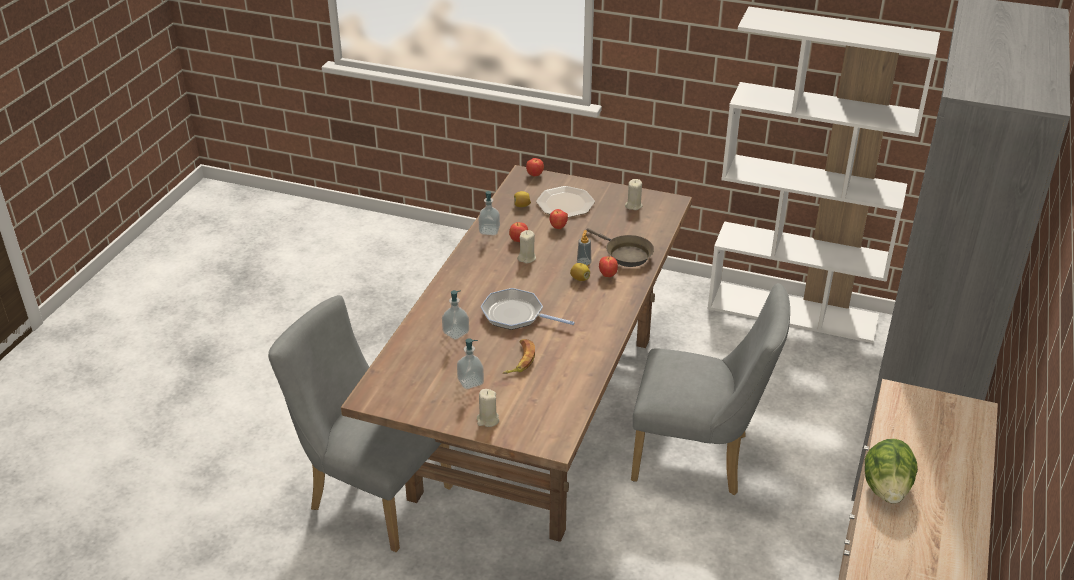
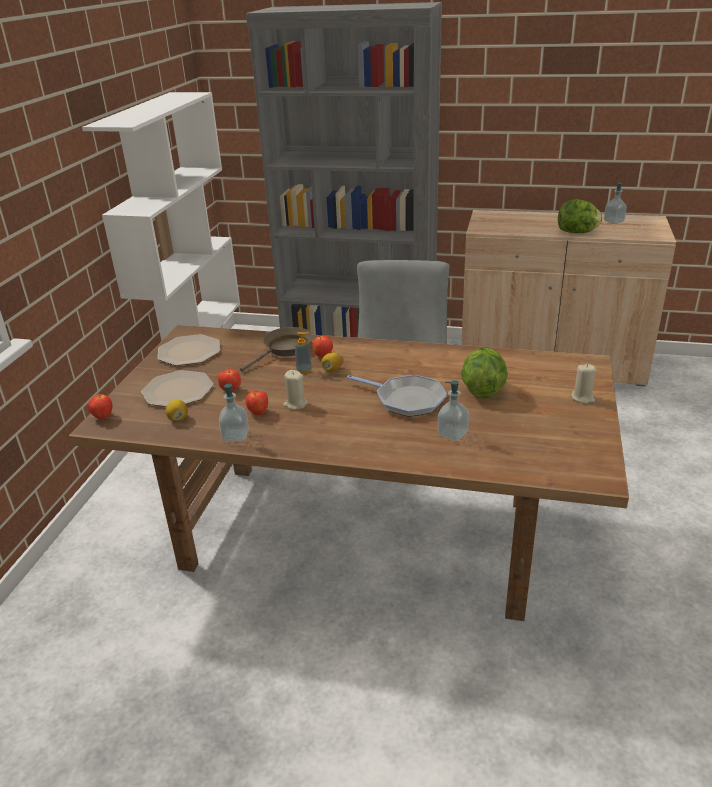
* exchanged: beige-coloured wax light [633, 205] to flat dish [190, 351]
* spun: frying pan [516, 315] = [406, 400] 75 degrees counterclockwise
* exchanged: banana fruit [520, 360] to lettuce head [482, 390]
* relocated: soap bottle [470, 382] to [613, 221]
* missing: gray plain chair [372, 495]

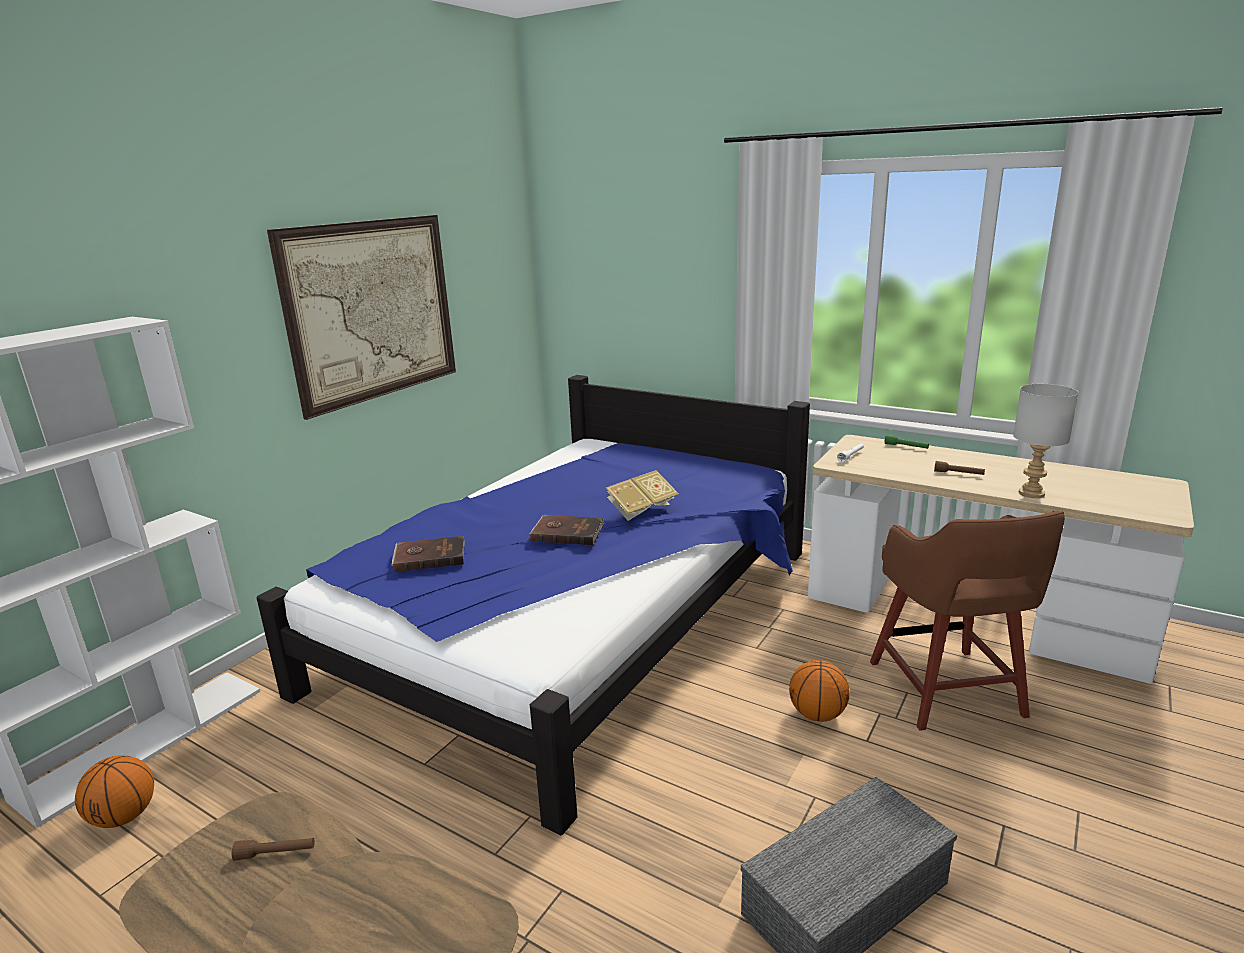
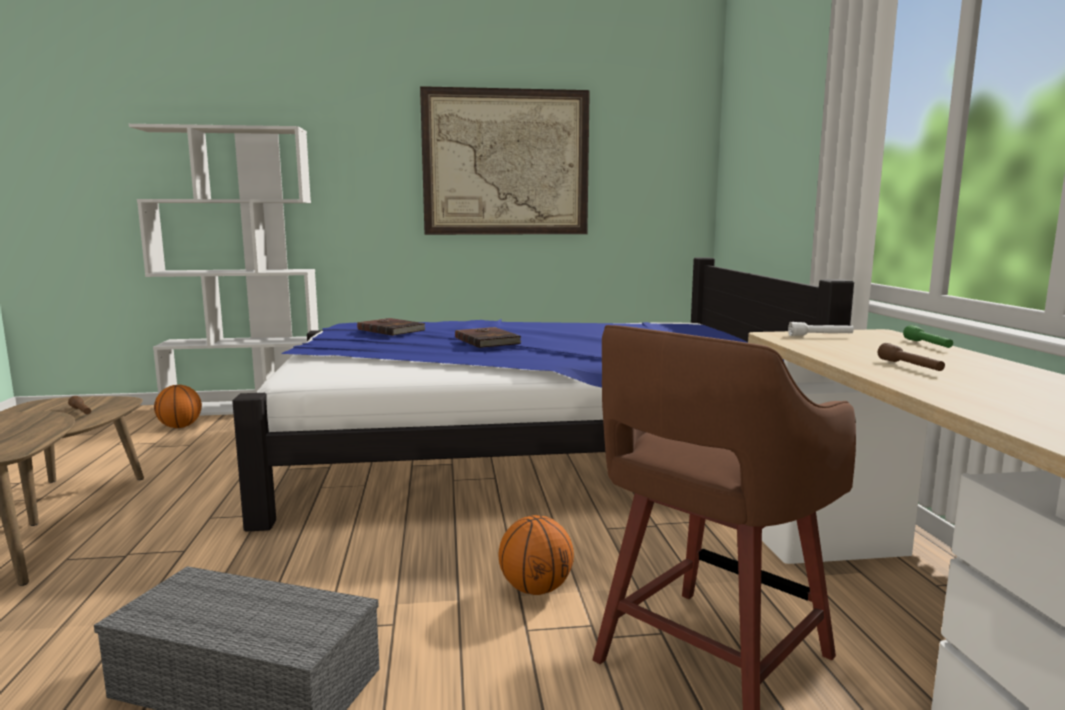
* missing: volume [641, 509]
* missing: gray table lamp [1030, 493]

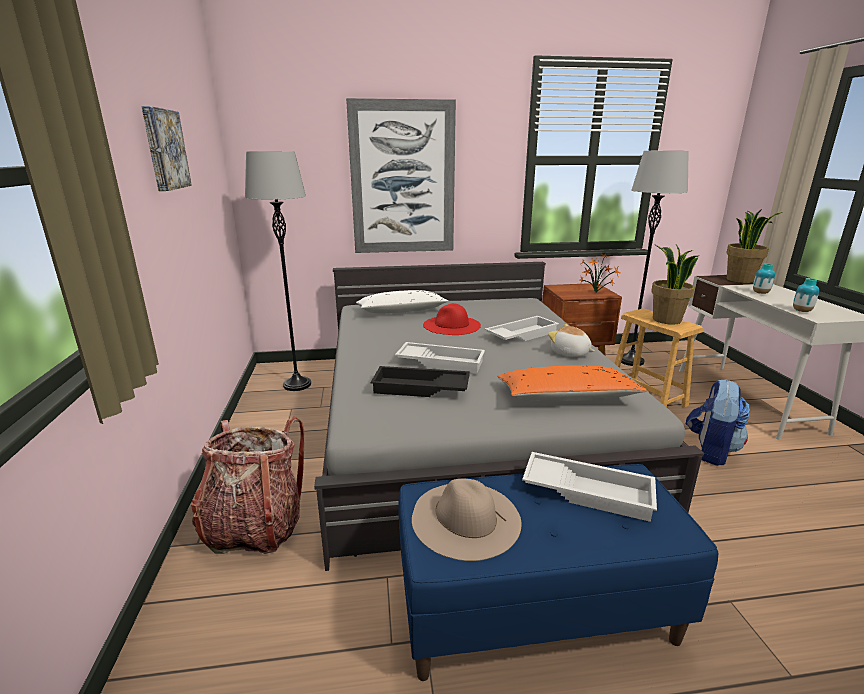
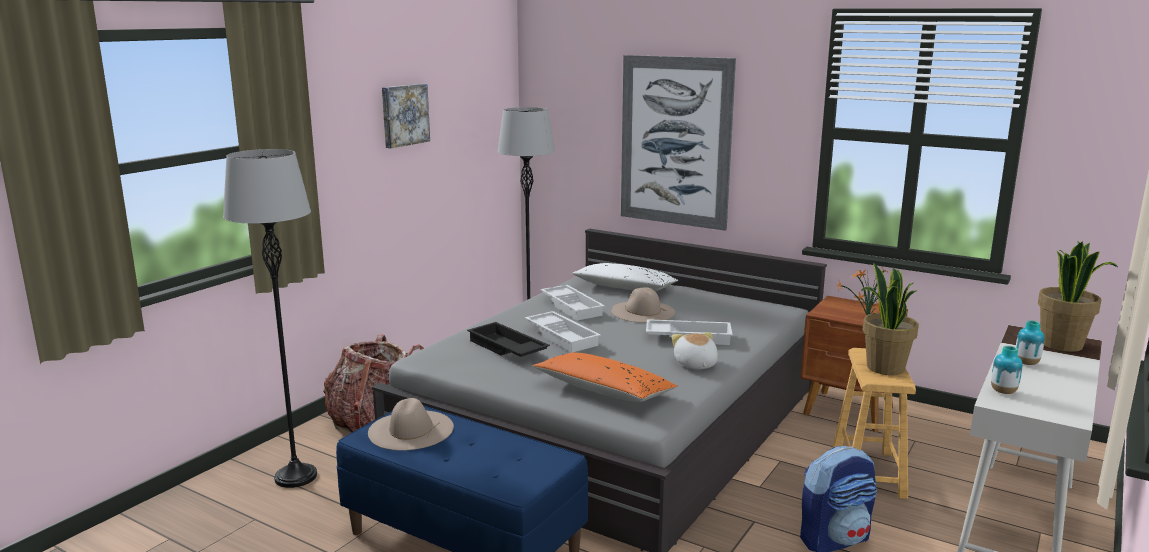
* relocated: gray floor lamp [630, 361] to [296, 477]
* relocated: white serving tray [588, 491] to [573, 307]
* colour: reddish clothing hat [451, 325] to beige-coloured clothing hat [642, 311]

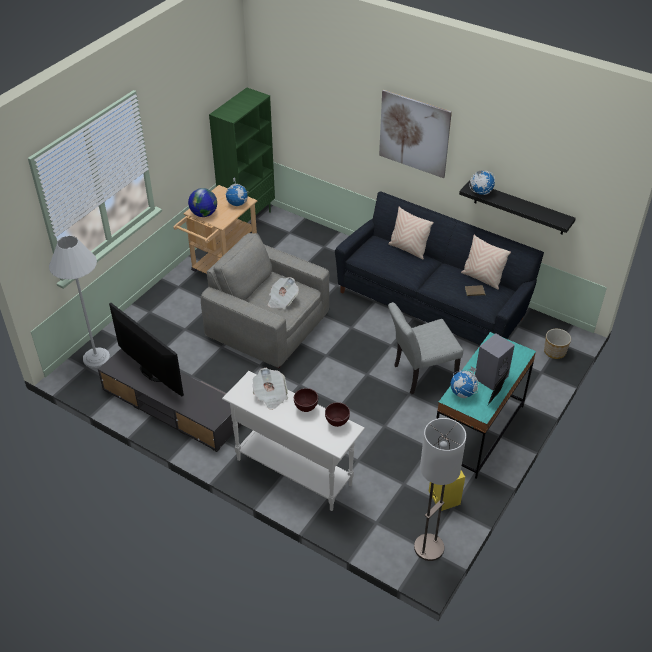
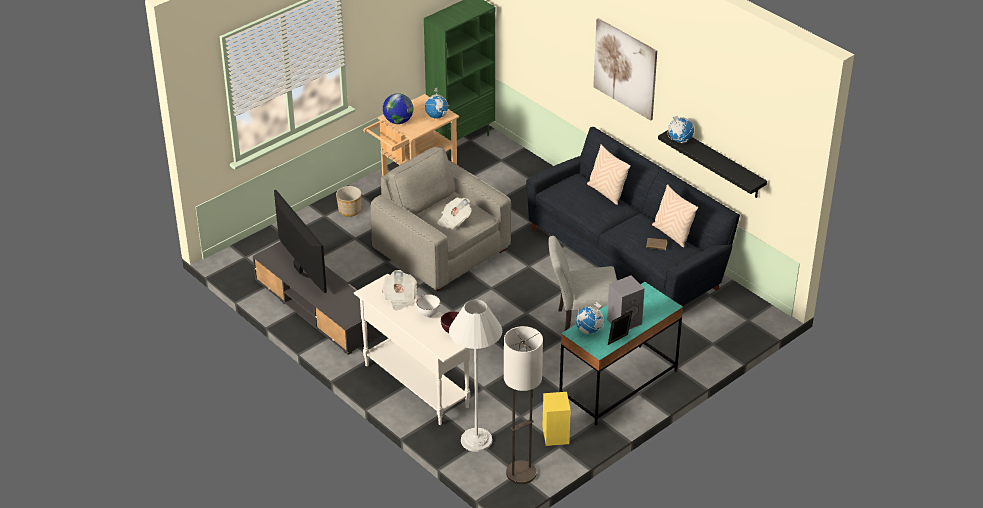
* relocated: flower pot [555, 352] to [350, 210]
* colour: brown-coloured bowl [306, 408] to white bowl [429, 315]
* relocated: white floor lamp [96, 358] to [476, 440]

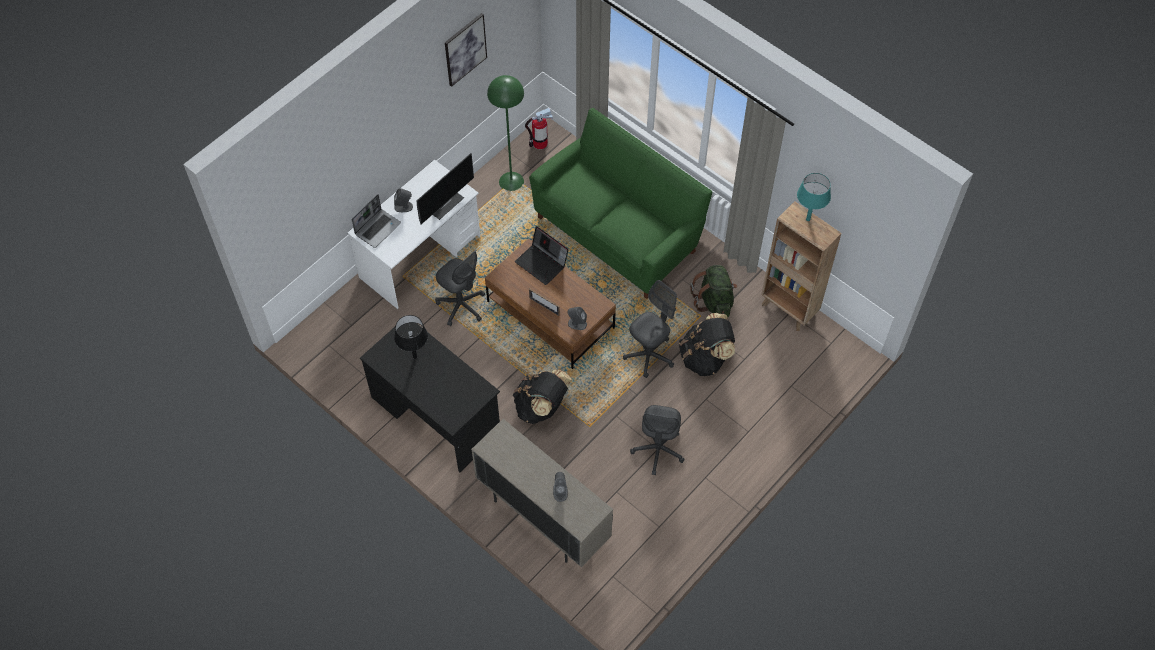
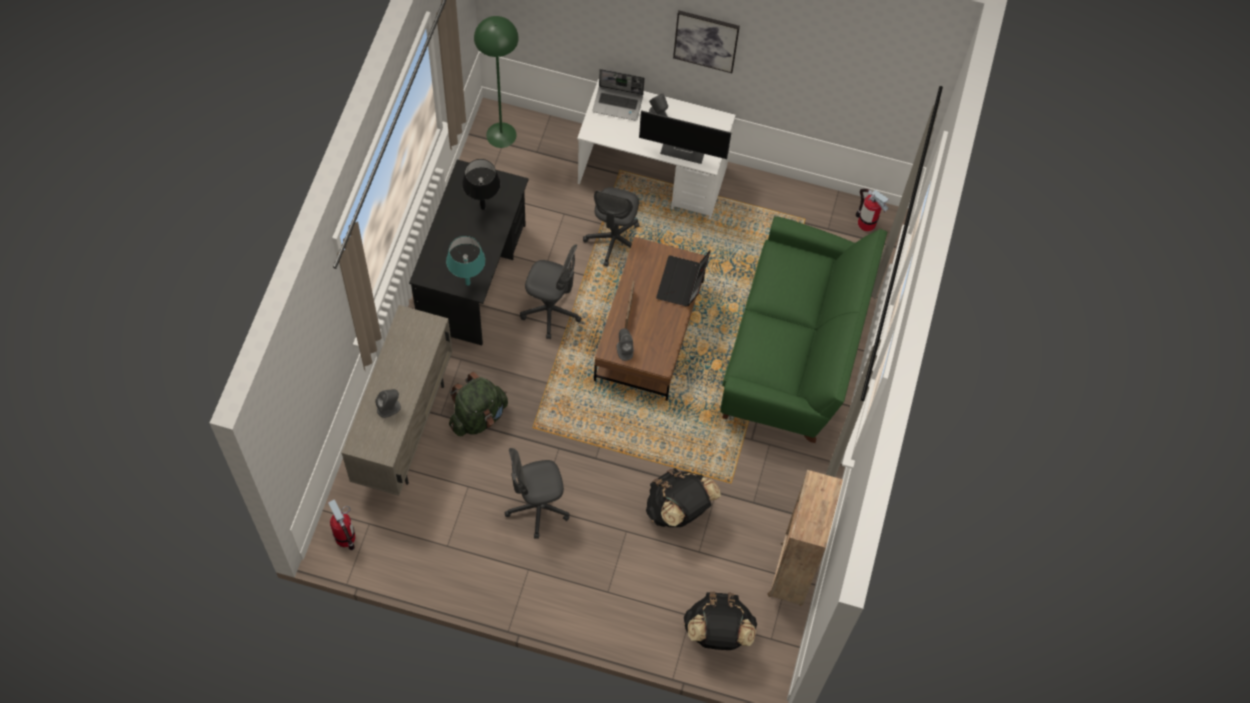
* appeared: fire-fighting cylinder [345, 537]
* relocated: turquoise-coloured table lamp [808, 219] to [468, 283]
* relocated: greenish rucksack [714, 302] to [478, 416]
* relocated: greenish floor lamp [511, 181] to [501, 134]
* relocated: gray office chair [649, 355] to [551, 311]
* relocated: wall picture [465, 49] to [706, 40]
* relocated: blackish rucksack [541, 407] to [717, 632]

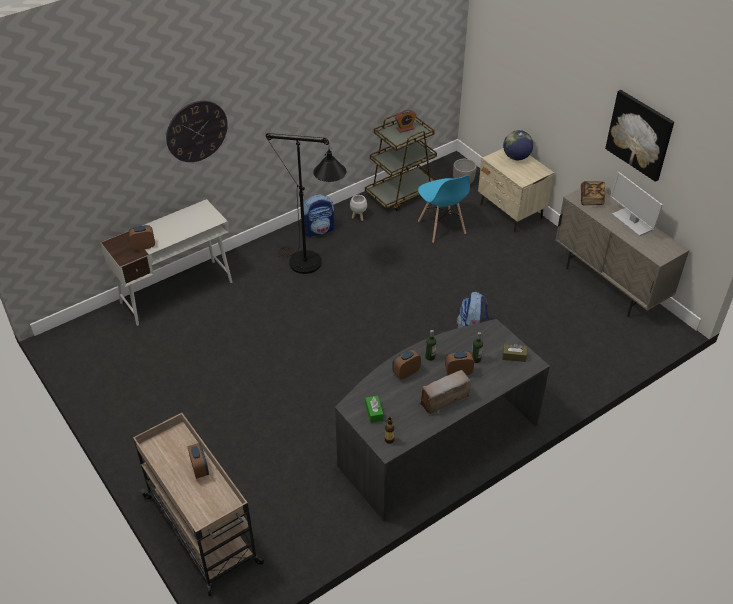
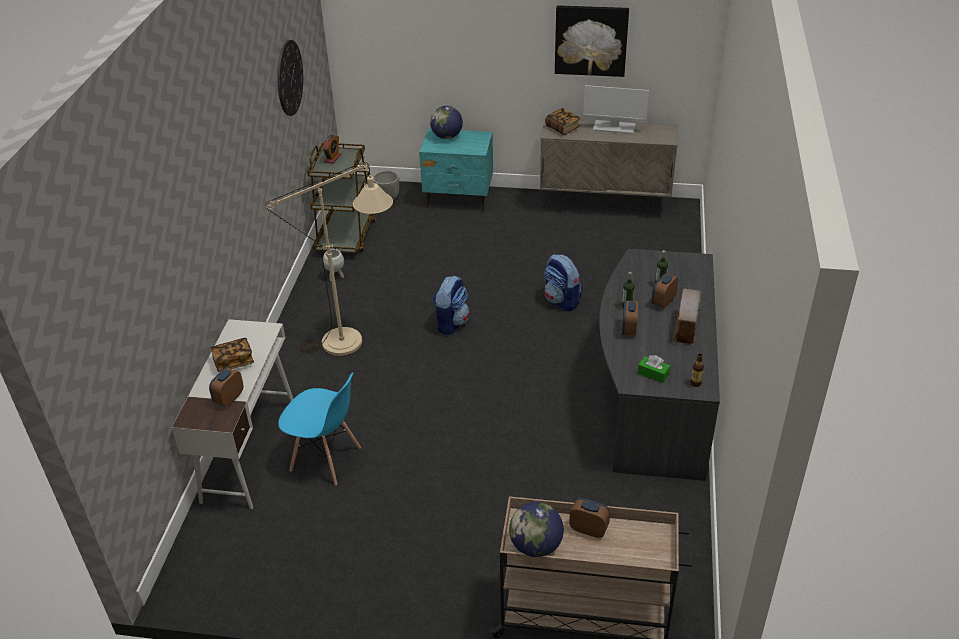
* appeared: volume [233, 362]
* colour: blackish floor lamp [312, 267] to beige-coloured floor lamp [354, 341]
* relocated: clock on the wall [196, 131] to [289, 78]
* relocated: blue plain chair [441, 227] to [326, 459]
* colour: beige-coloured night table [511, 212] to turquoise-coloured night table [459, 198]
* relocated: rucksack [319, 230] to [451, 323]
* appeared: globe [536, 546]
* missing: brown-coloured tissue holder [514, 356]

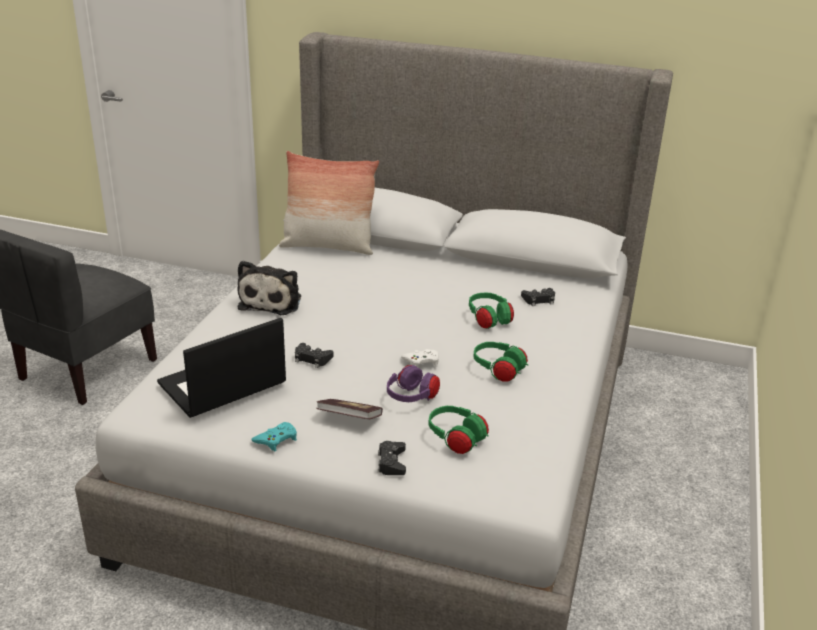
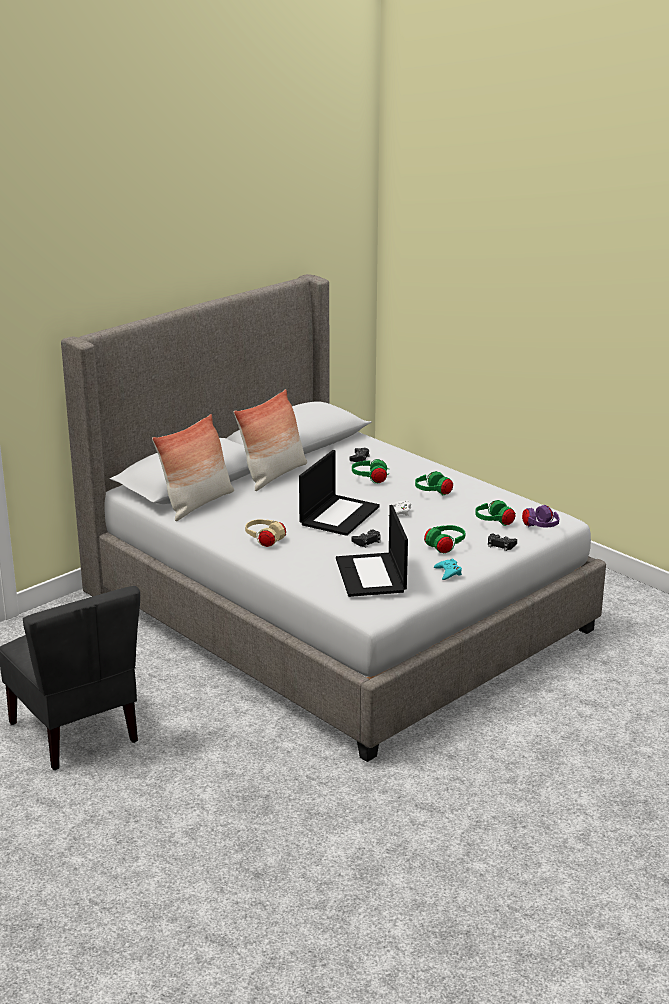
* appeared: cushion [273, 475]
* exchanged: soft toy [272, 301] to beige-coloured headphones [265, 541]
* appeared: portable computer [339, 515]
* exchanged: volume [349, 419] to greenish headphones [445, 547]
* relocated: purple-coloured headphones [411, 398] to [540, 528]

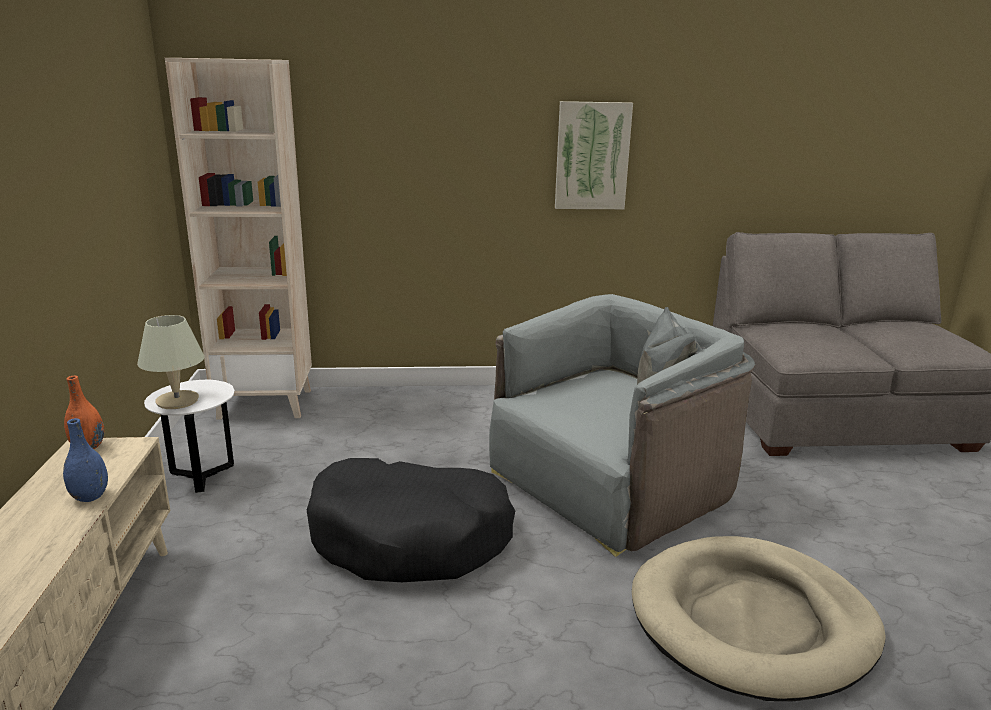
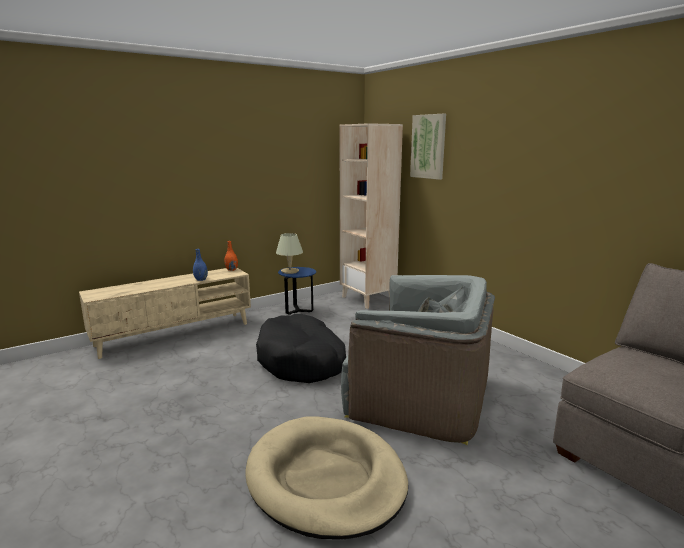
* colour: white side table [202, 477] to blue side table [298, 311]
* relocated: wall picture [592, 156] to [428, 146]

